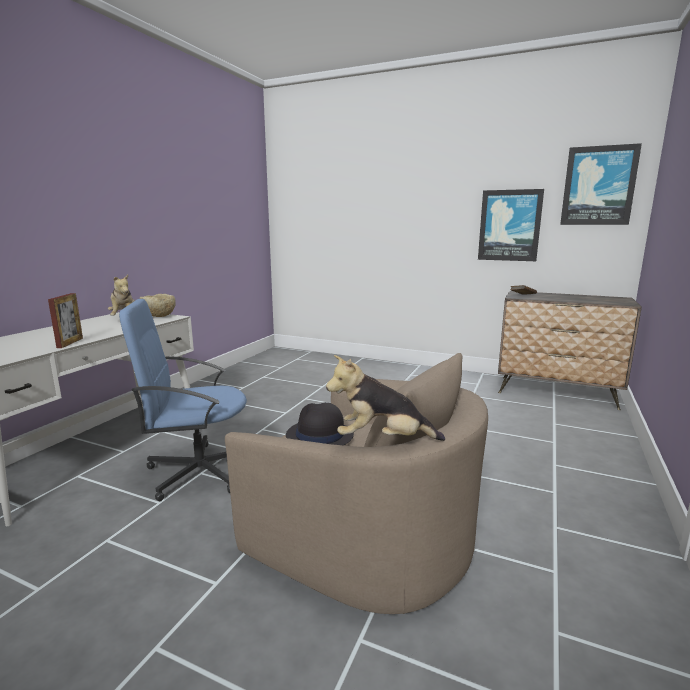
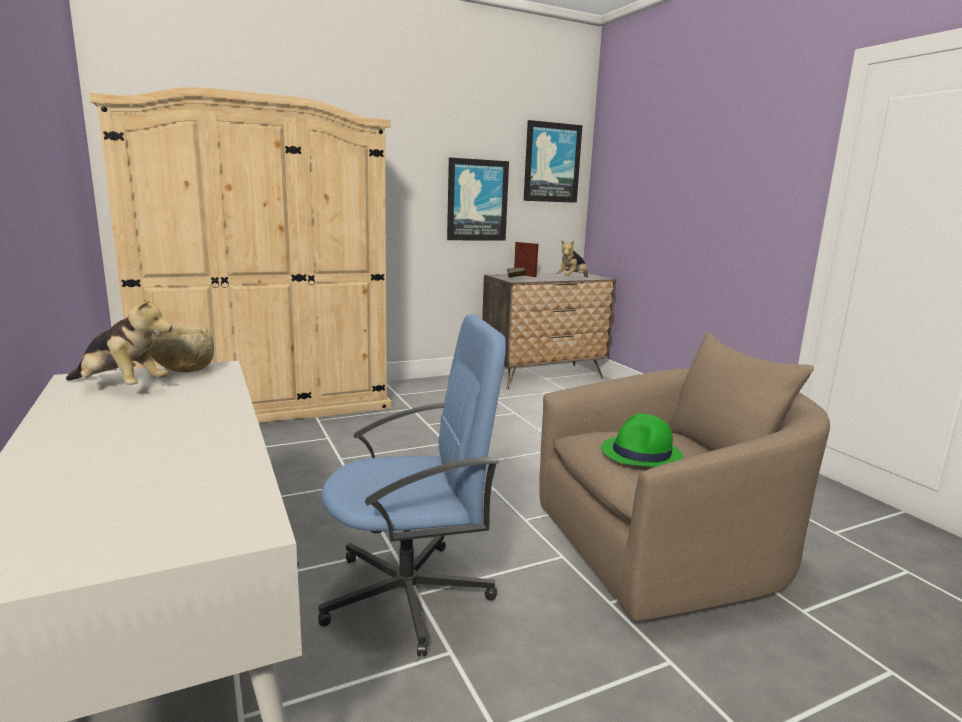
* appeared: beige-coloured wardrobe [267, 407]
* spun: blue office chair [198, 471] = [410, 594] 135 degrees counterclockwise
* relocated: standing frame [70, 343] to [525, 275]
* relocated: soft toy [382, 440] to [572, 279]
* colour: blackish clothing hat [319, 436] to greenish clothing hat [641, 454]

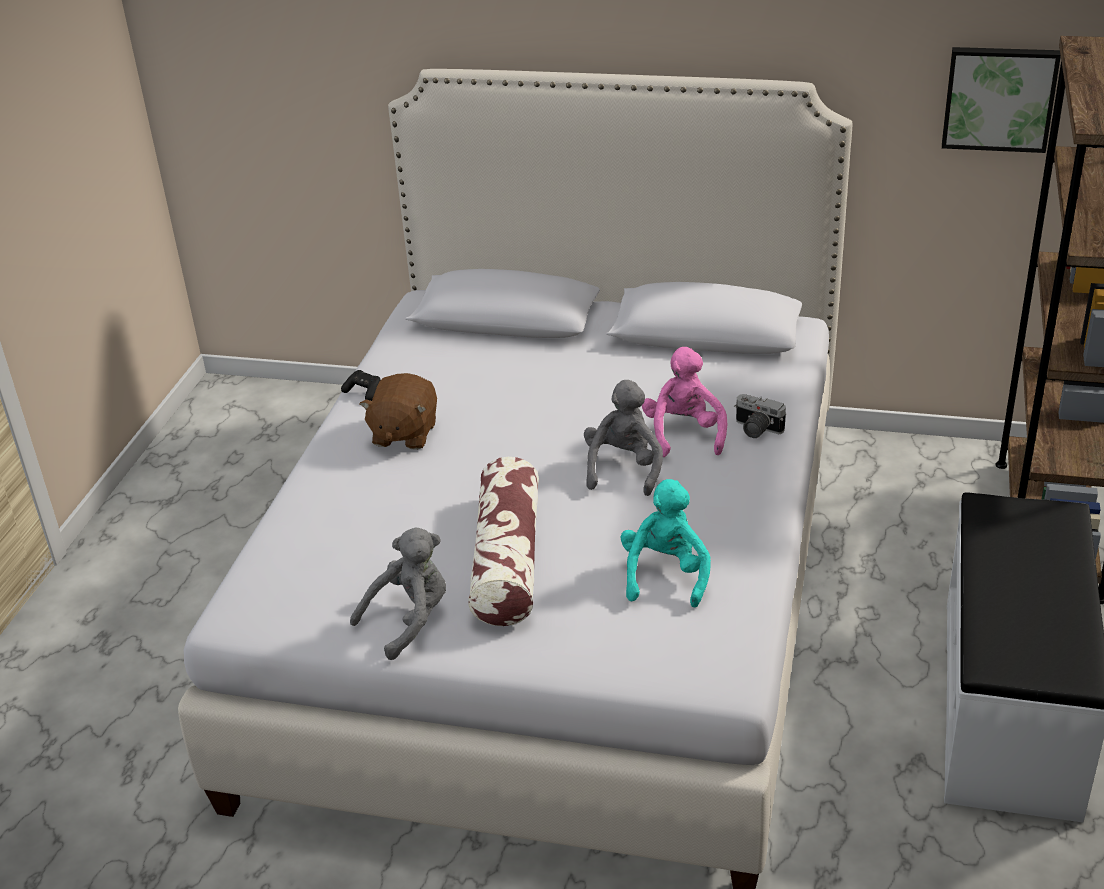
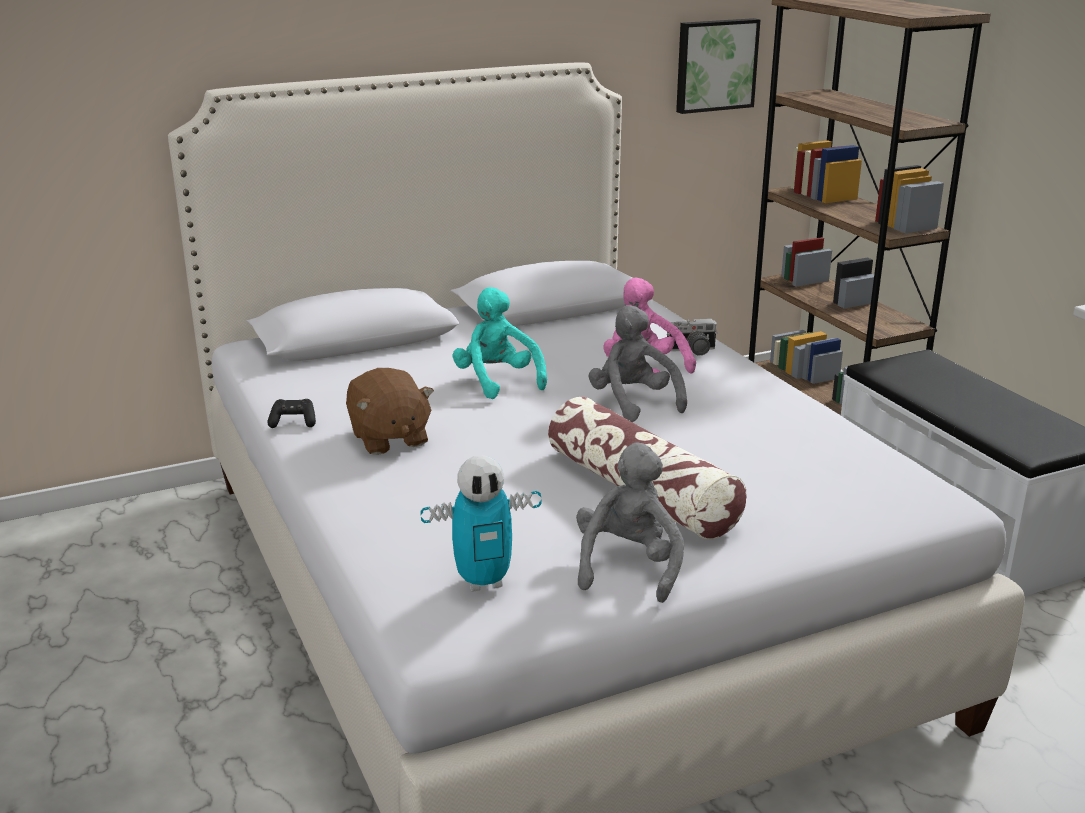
* appeared: toy robot [483, 581]
* relocated: turquoise-coloured soft toy [665, 575] to [497, 381]

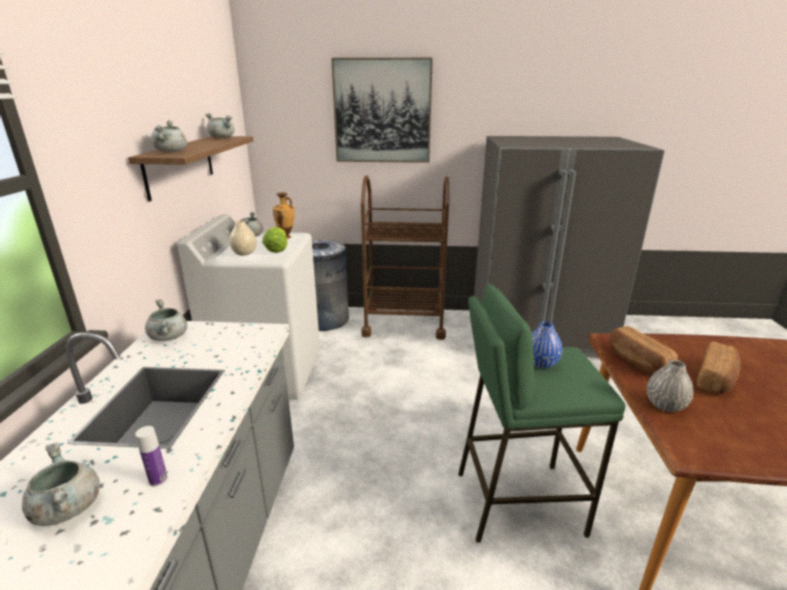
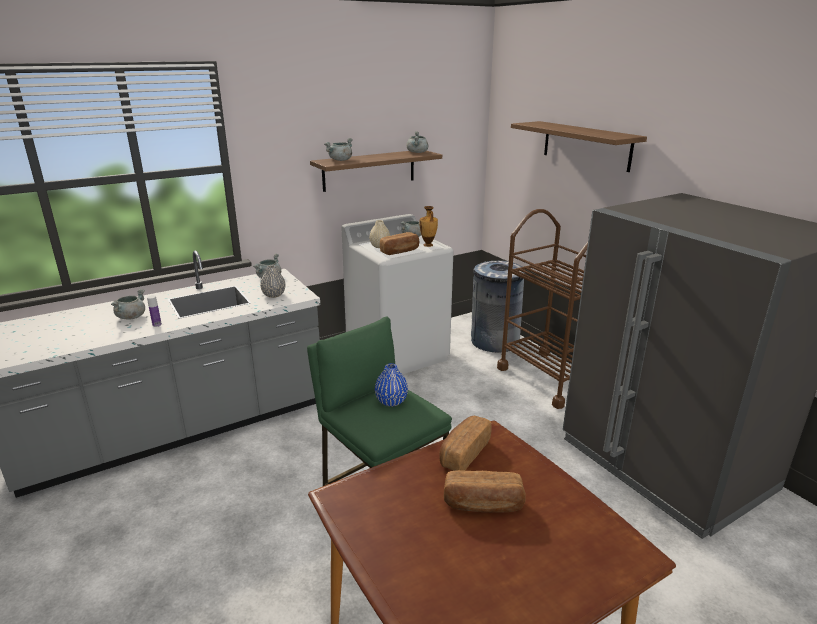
* relocated: gray decorative vase [664, 405] to [274, 295]
* exchanged: lettuce head [277, 250] to baked bread [400, 251]
* exchanged: wall picture [382, 111] to wall shelf [586, 145]

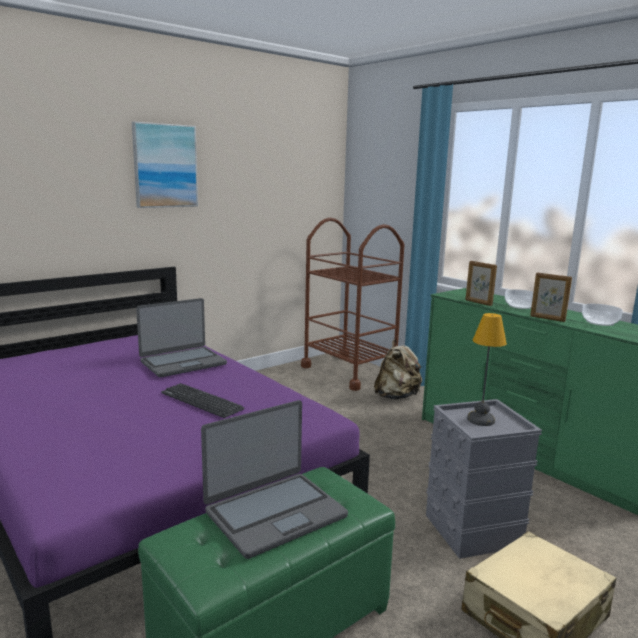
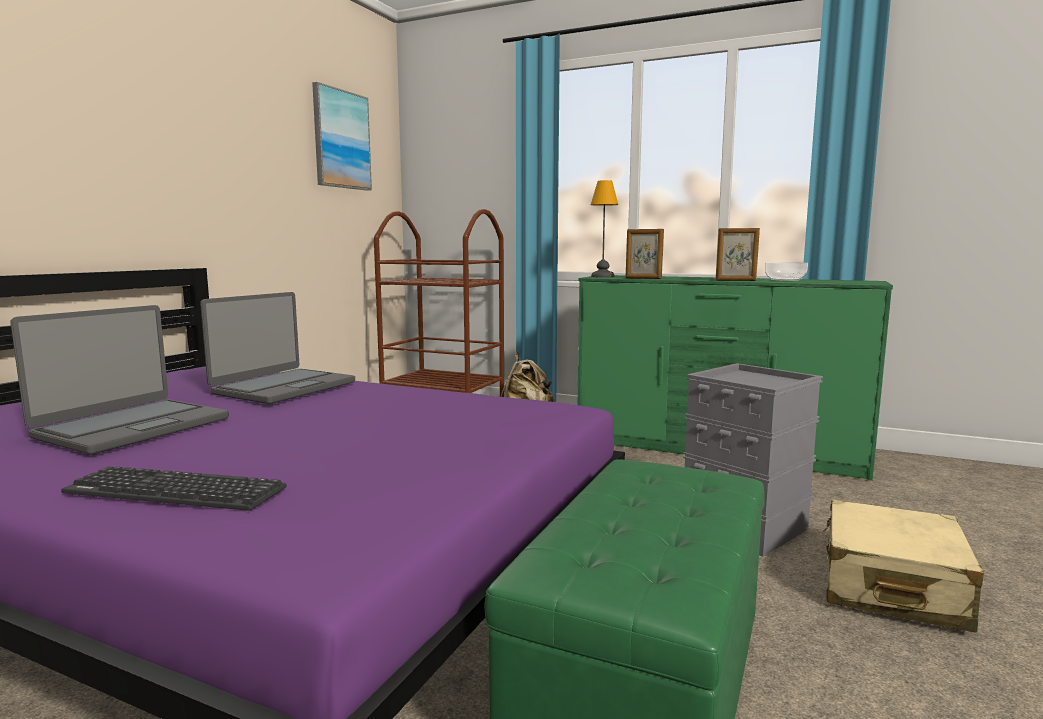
* relocated: portable computer [274, 513] to [132, 427]
* relocated: computer keyboard [201, 401] to [175, 491]
* relocated: wall picture [165, 166] to [341, 139]
* relocated: table lamp [480, 419] to [602, 276]
* missing: bowl [520, 306]

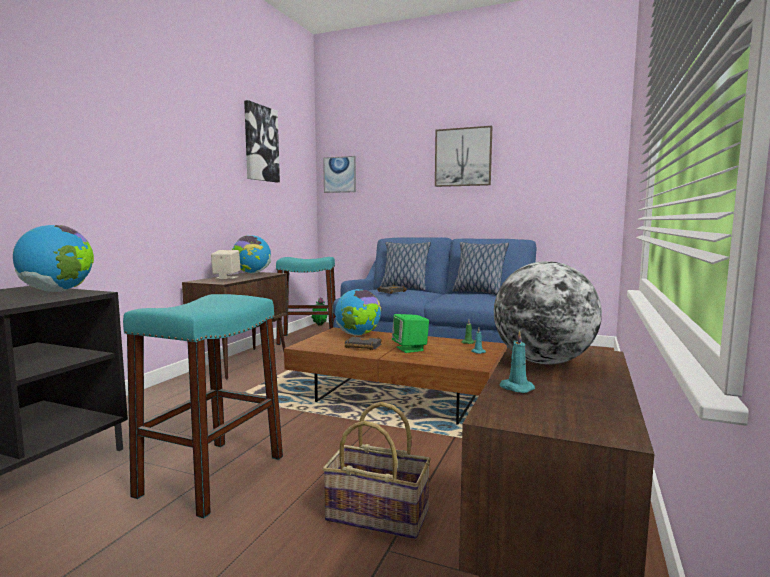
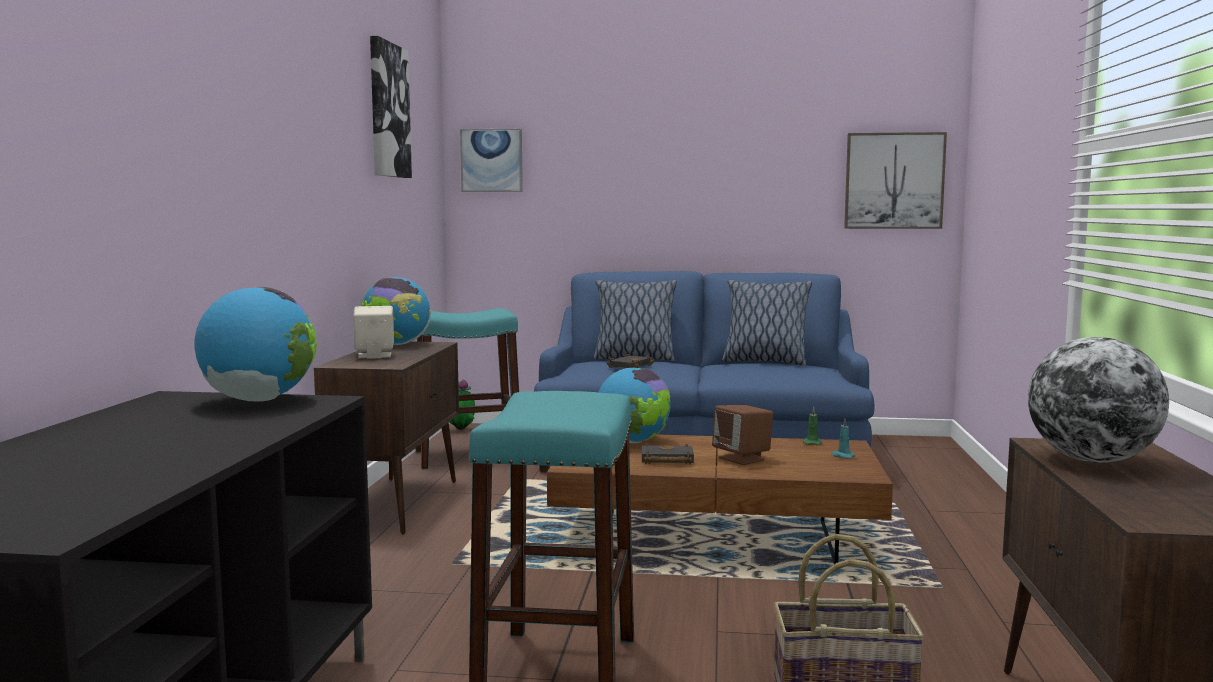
* colour: greenish speaker [410, 349] to brown-coloured speaker [742, 459]
* relocated: wall picture [463, 157] to [894, 181]
* missing: turquoise-coloured wax light [515, 388]

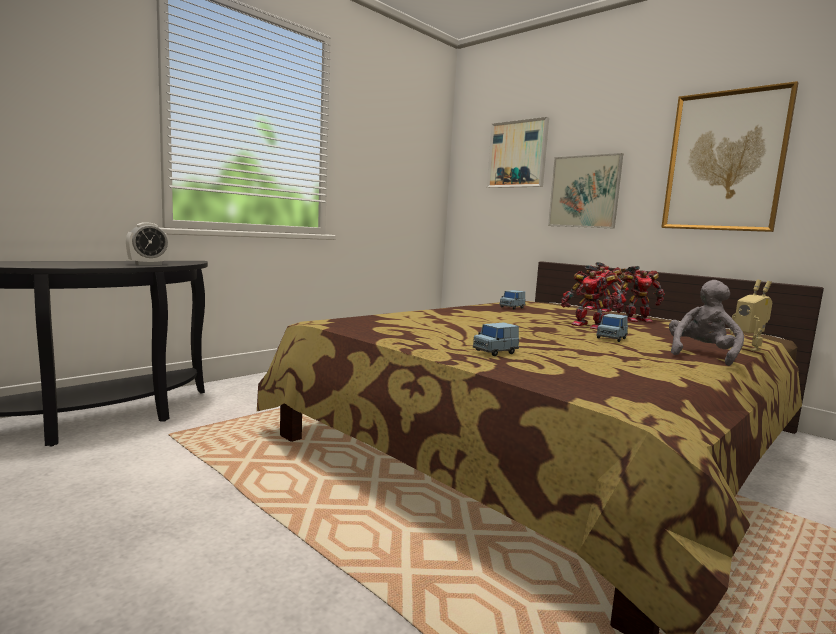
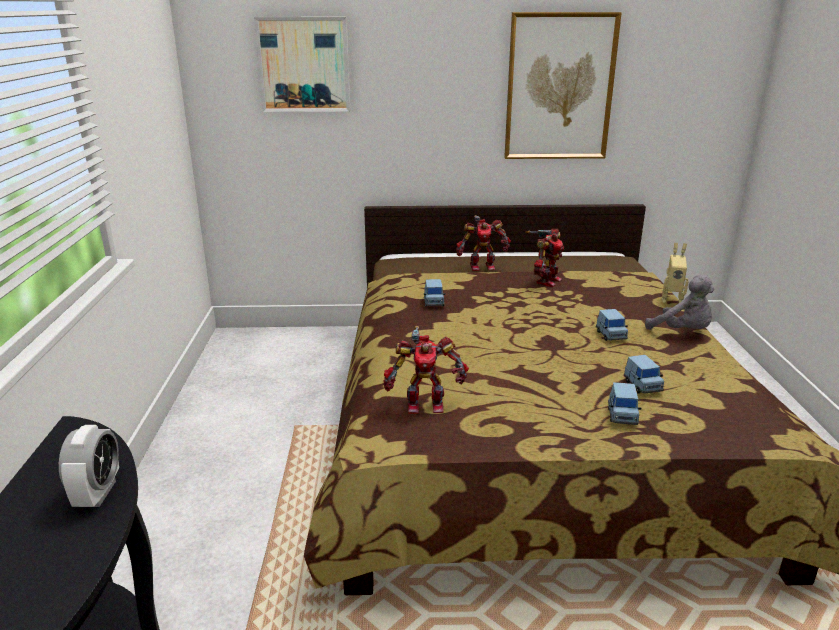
* relocated: toy robot [589, 326] to [424, 404]
* appeared: blue miniature car [642, 386]
* spun: gray soft toy [701, 355] = [682, 331] 150 degrees clockwise
* missing: wall picture [584, 191]

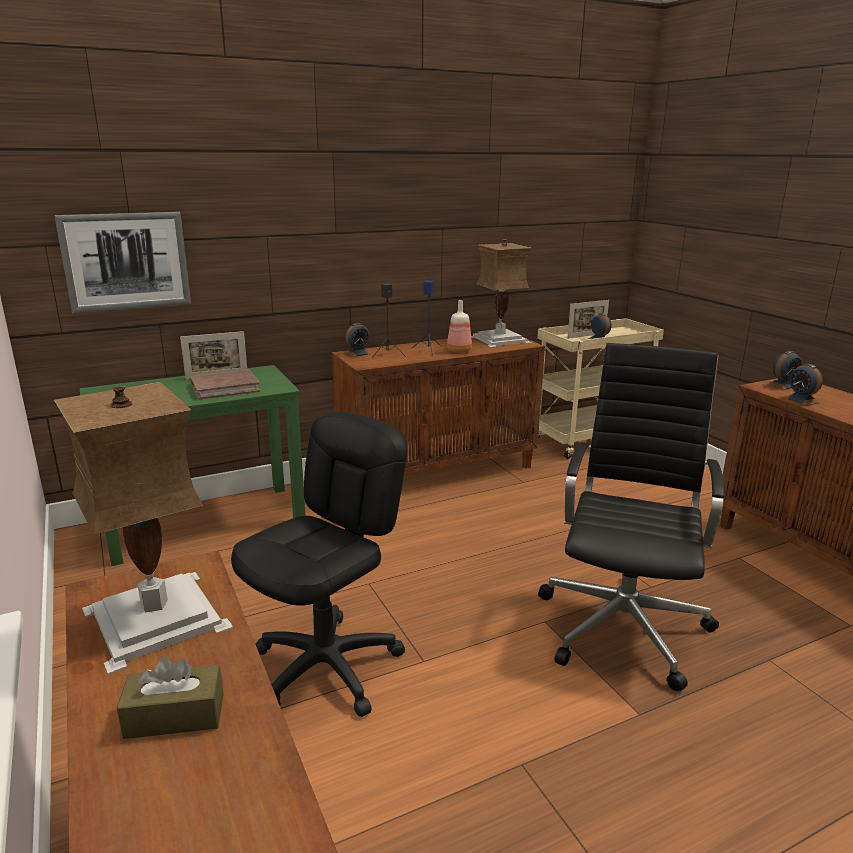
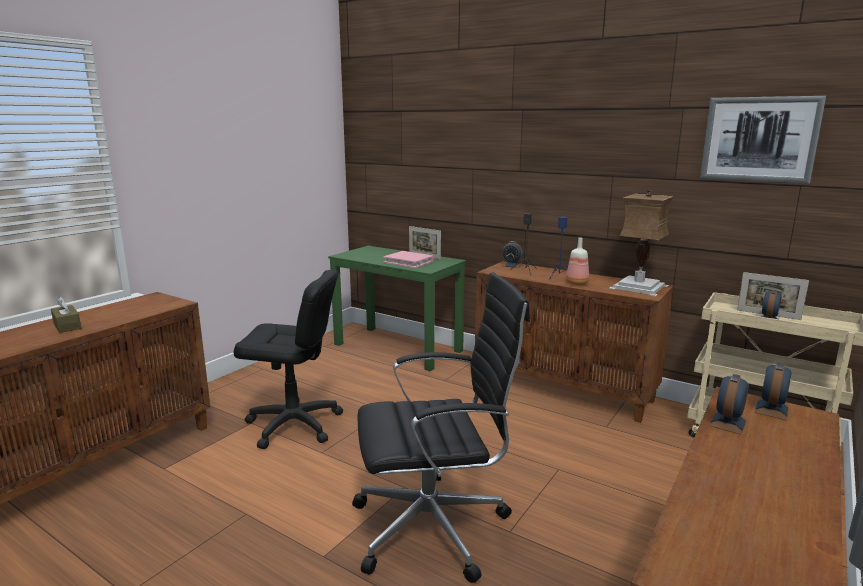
* colour: brown-coloured volume [225, 388] to pink-coloured volume [408, 262]
* relocated: wall picture [126, 261] to [759, 139]
* spun: bedside clock [783, 385] = [771, 409] 90 degrees clockwise
* missing: table lamp [158, 616]

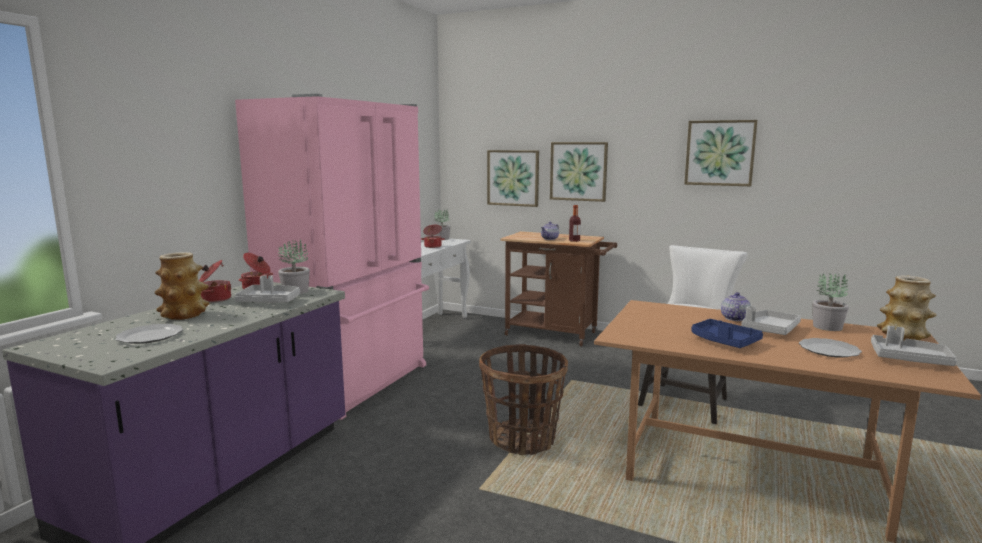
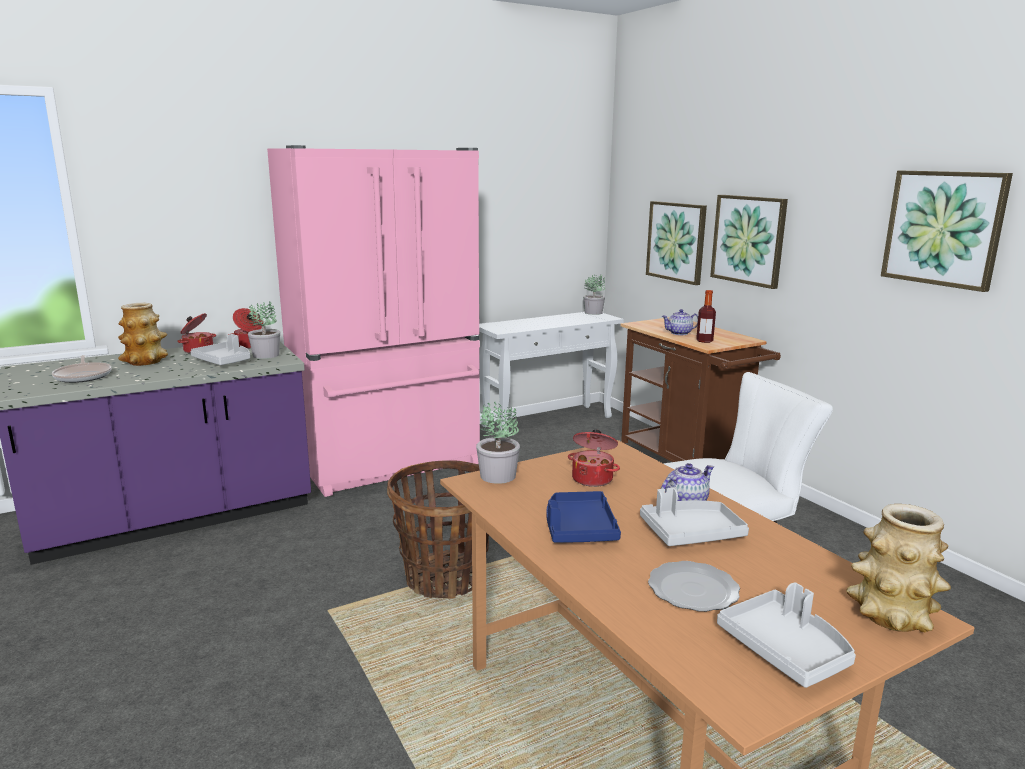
* exchanged: flat dish [150, 336] to frying pan [83, 376]
* relocated: plant in a pot [828, 327] to [497, 476]
* relocated: stockpot [433, 246] to [593, 478]

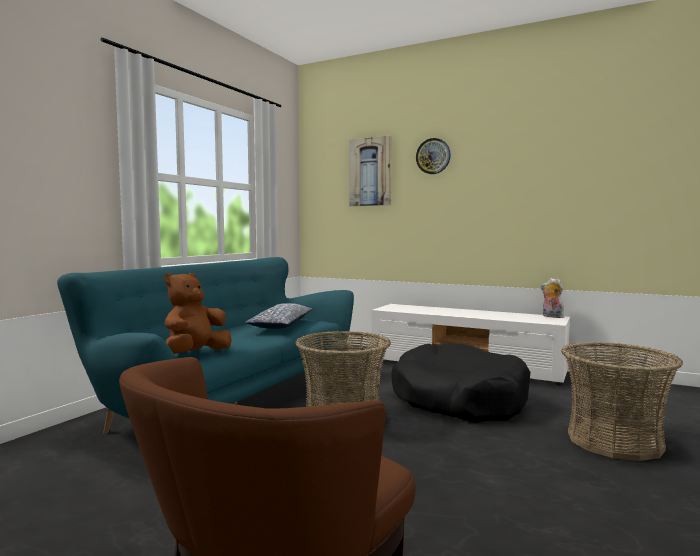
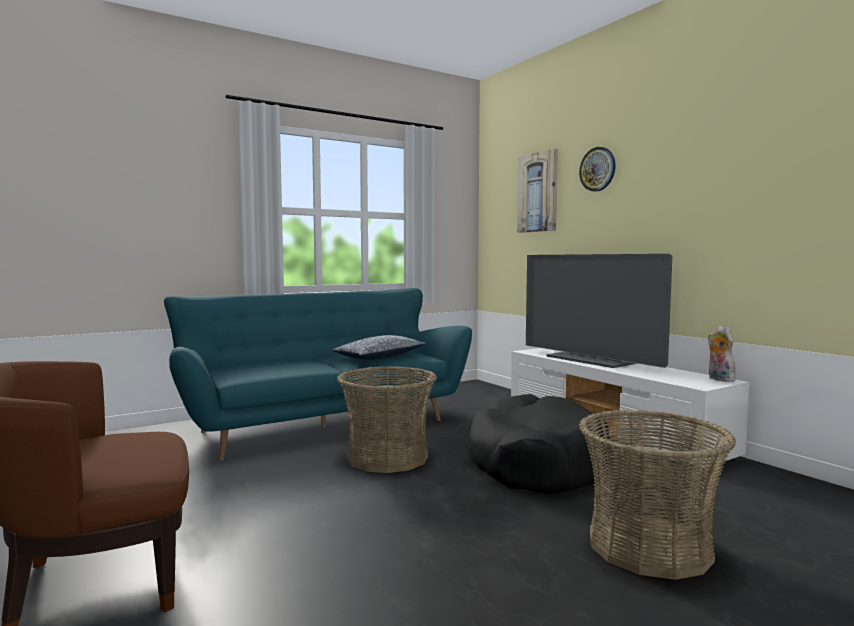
* appeared: TV set [591, 360]
* missing: brown-coloured soft toy [195, 354]

